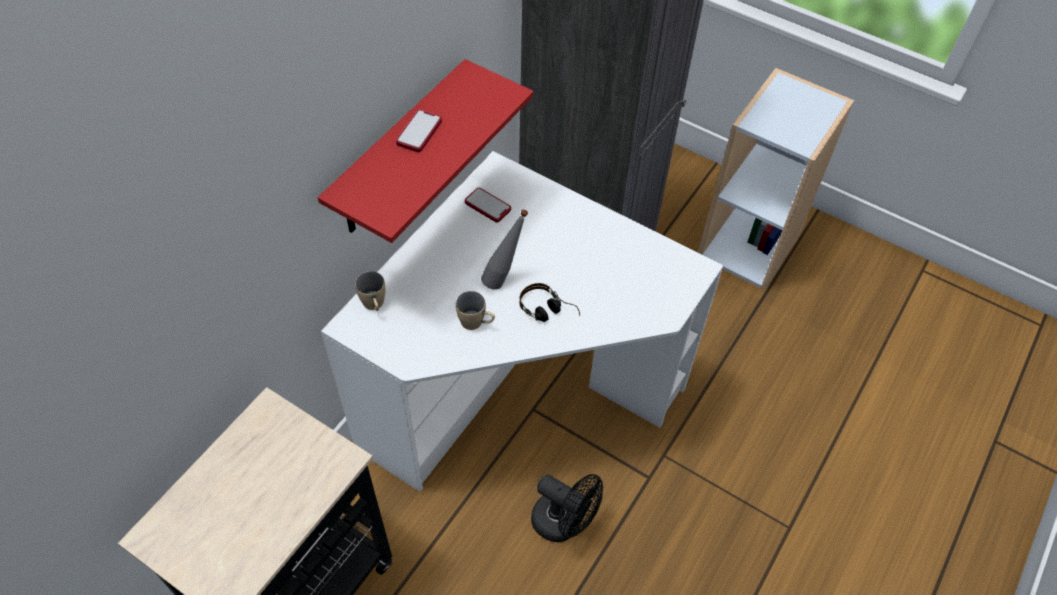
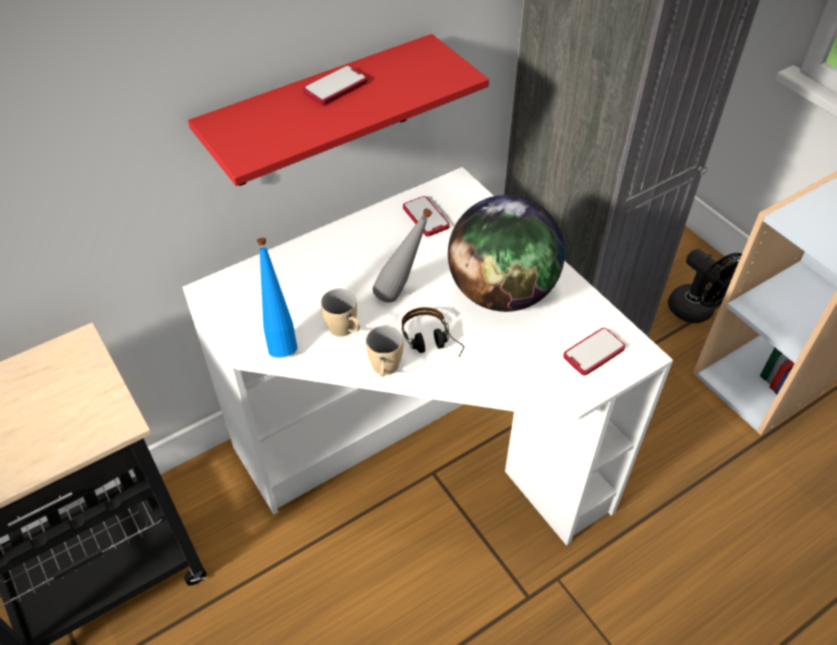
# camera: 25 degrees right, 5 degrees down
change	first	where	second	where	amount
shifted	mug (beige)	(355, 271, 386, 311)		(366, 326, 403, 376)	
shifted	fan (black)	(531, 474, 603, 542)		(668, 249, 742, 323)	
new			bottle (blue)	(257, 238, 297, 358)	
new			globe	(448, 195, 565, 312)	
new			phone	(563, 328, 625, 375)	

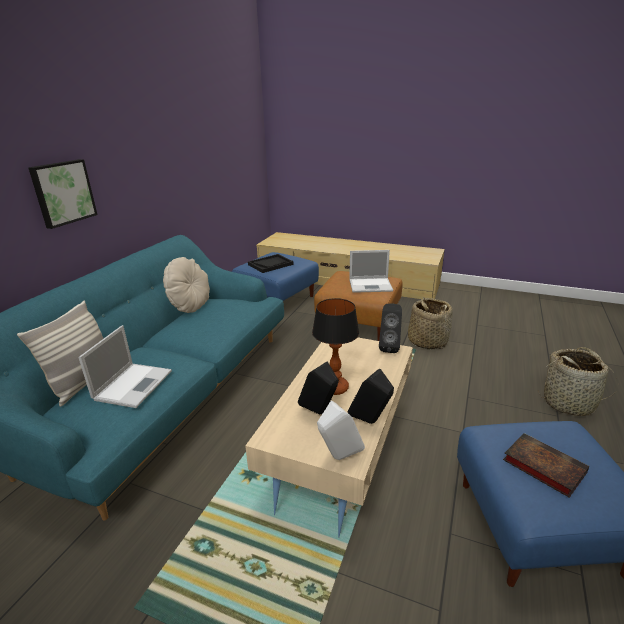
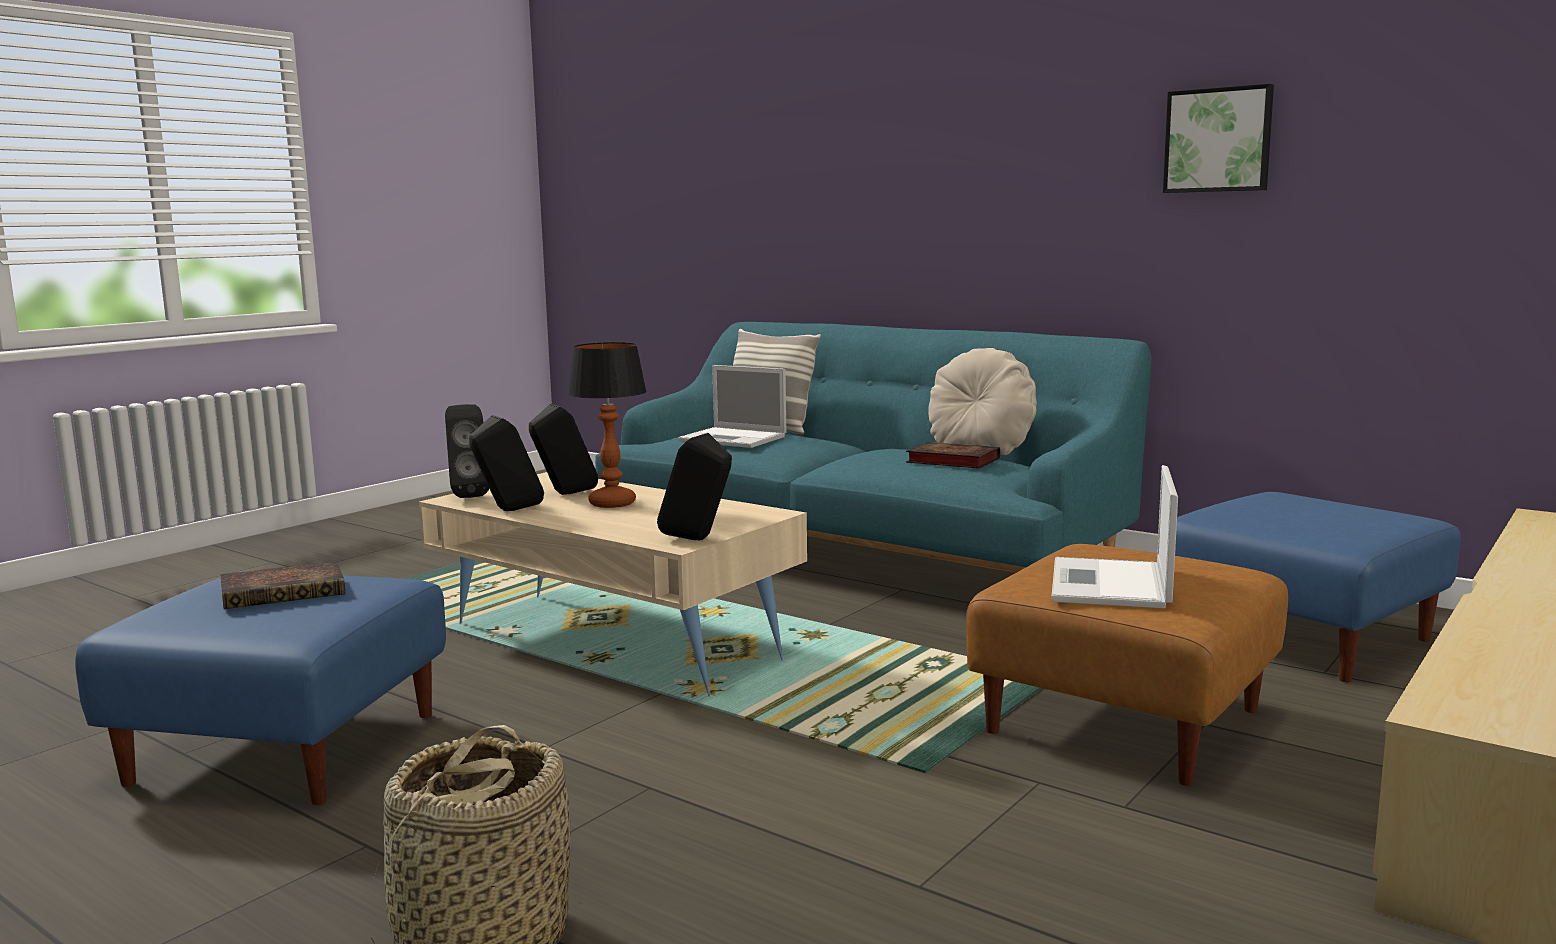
# camera: 105 degrees right, 15 degrees down
change	first	where	second	where	amount
shifted	picture	(28, 159, 98, 229)		(1163, 84, 1274, 193)	
gone	tray (black)	(248, 254, 294, 273)			
repainted	speaker (white)	(317, 400, 365, 460)	speaker (black)	(445, 404, 489, 498)	
gone	basket	(408, 297, 453, 350)			
new			book	(906, 442, 1000, 469)	

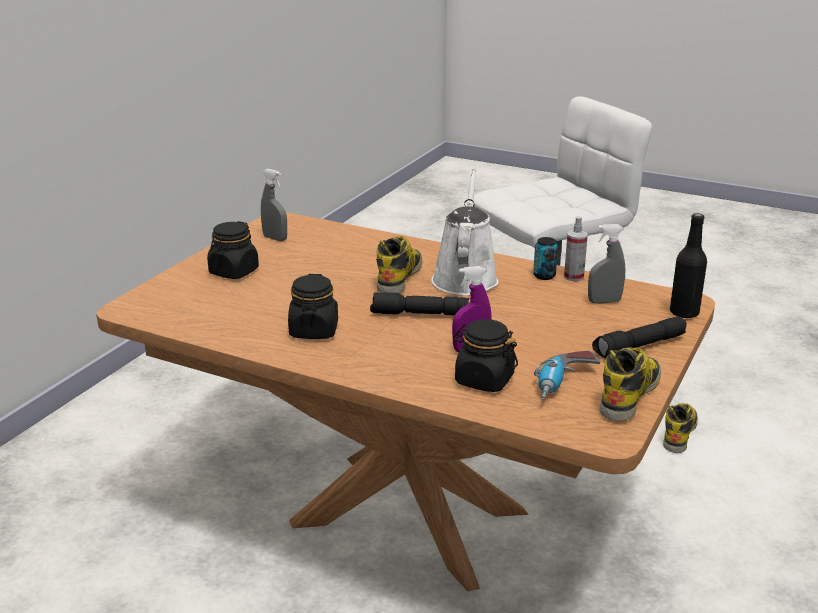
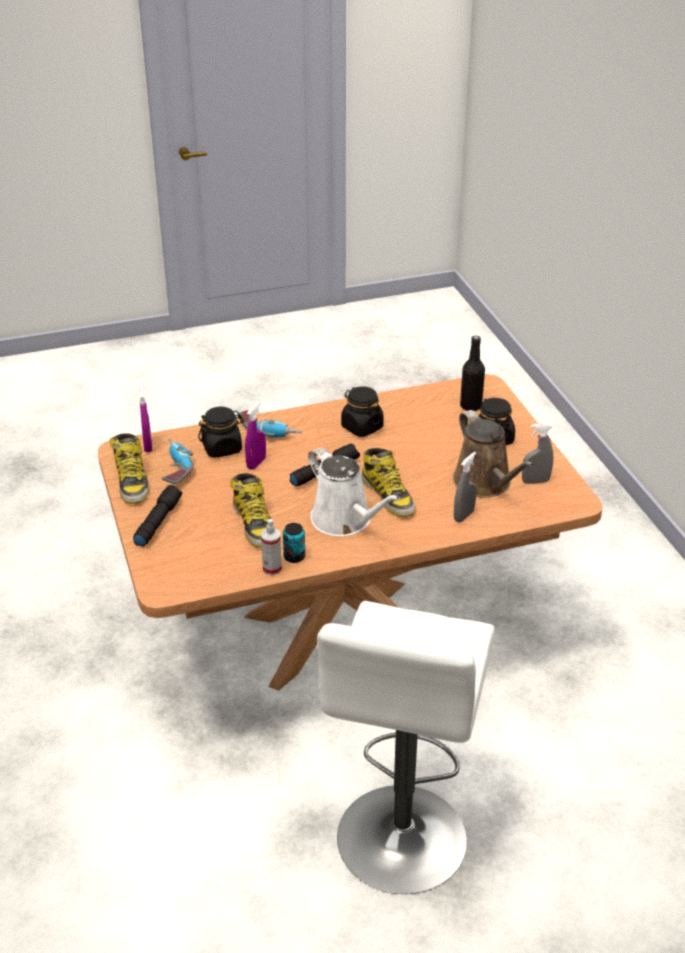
# camera: 135 degrees right, 10 degrees up
change	first	where	second	where	amount
shifted	spray bottle (grey)	(588, 224, 626, 303)		(454, 452, 477, 522)	
shifted	boot	(663, 404, 698, 453)		(230, 473, 275, 548)	
shifted	bottle (black)	(670, 213, 707, 318)		(460, 336, 485, 411)	
new			spray bottle (purple)	(139, 384, 152, 452)	
new			power drill	(238, 410, 302, 438)	
new			watering can (brown)	(453, 410, 533, 498)	

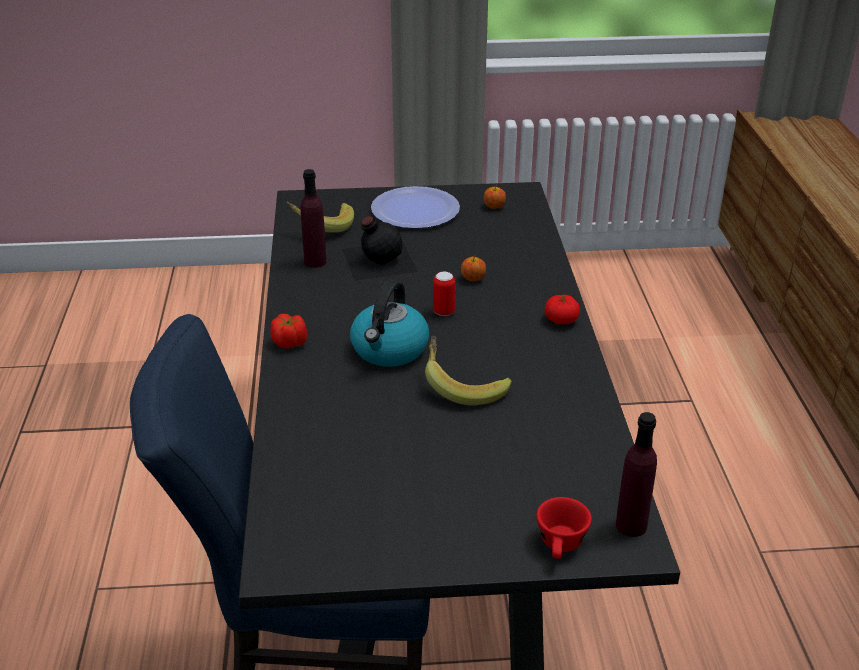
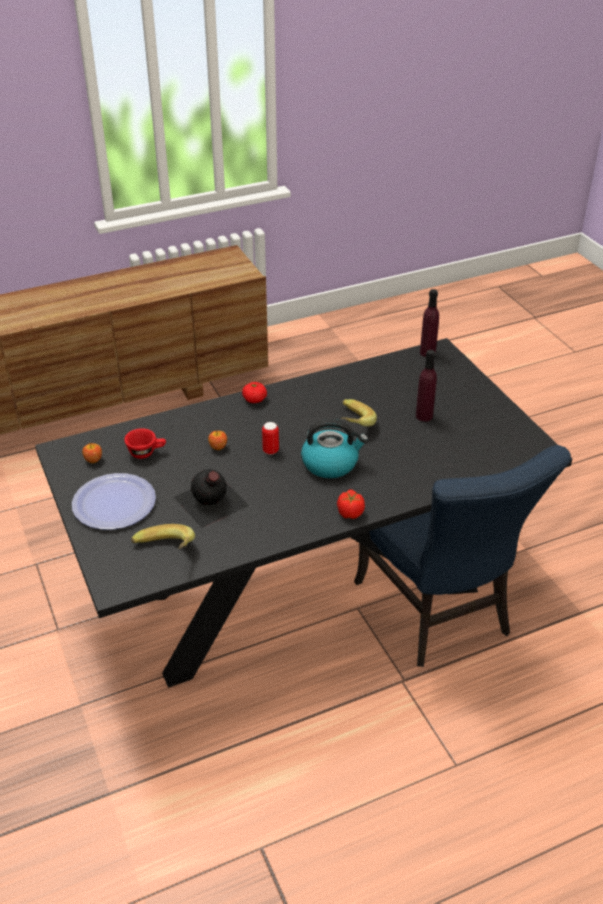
# camera: 110 degrees left, 5 degrees up
change	first	where	second	where	amount
shifted	bottle (purple)	(300, 169, 327, 268)		(416, 350, 437, 422)	
shifted	cup (red)	(536, 497, 592, 559)		(124, 428, 166, 459)	

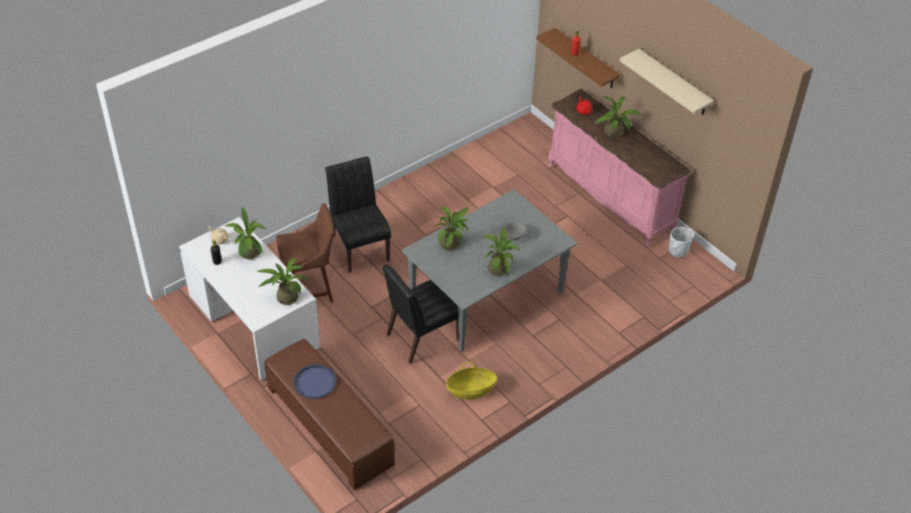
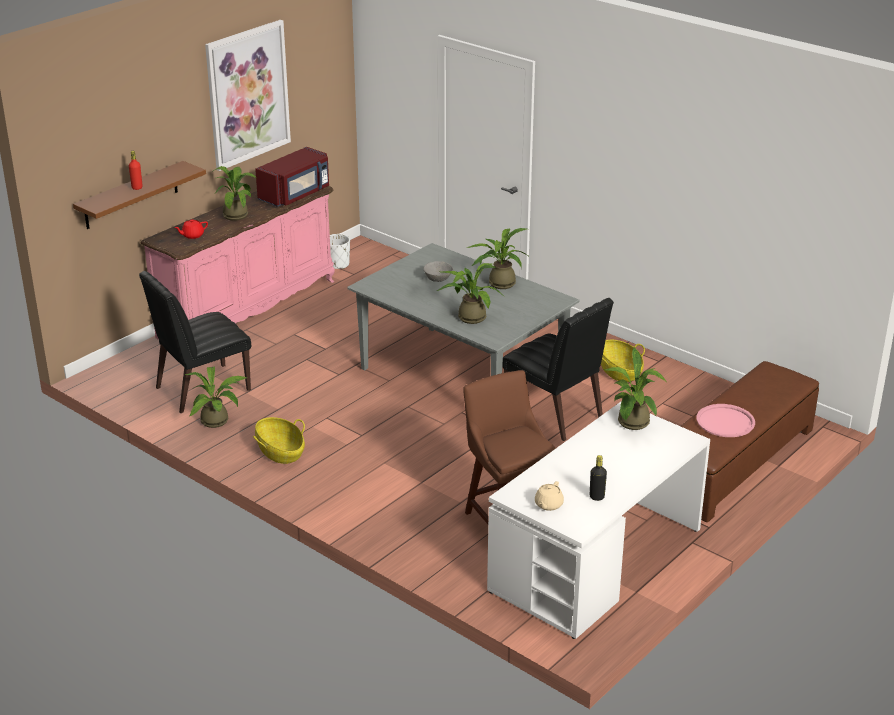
# camera: 100 degrees left, 15 degrees down
change	first	where	second	where	amount
shifted	potted plant	(224, 207, 266, 259)		(185, 367, 247, 428)	
repainted	tray (blue)	(293, 364, 337, 399)	tray (pink)	(696, 404, 755, 437)	
shifted	chair (black)	(325, 157, 391, 273)		(139, 271, 251, 413)	
swapped	shelf (beige)	(620, 49, 714, 115)	picture	(205, 20, 291, 171)	
new			basket	(253, 417, 305, 464)	
new			microwave (red)	(255, 147, 329, 207)	

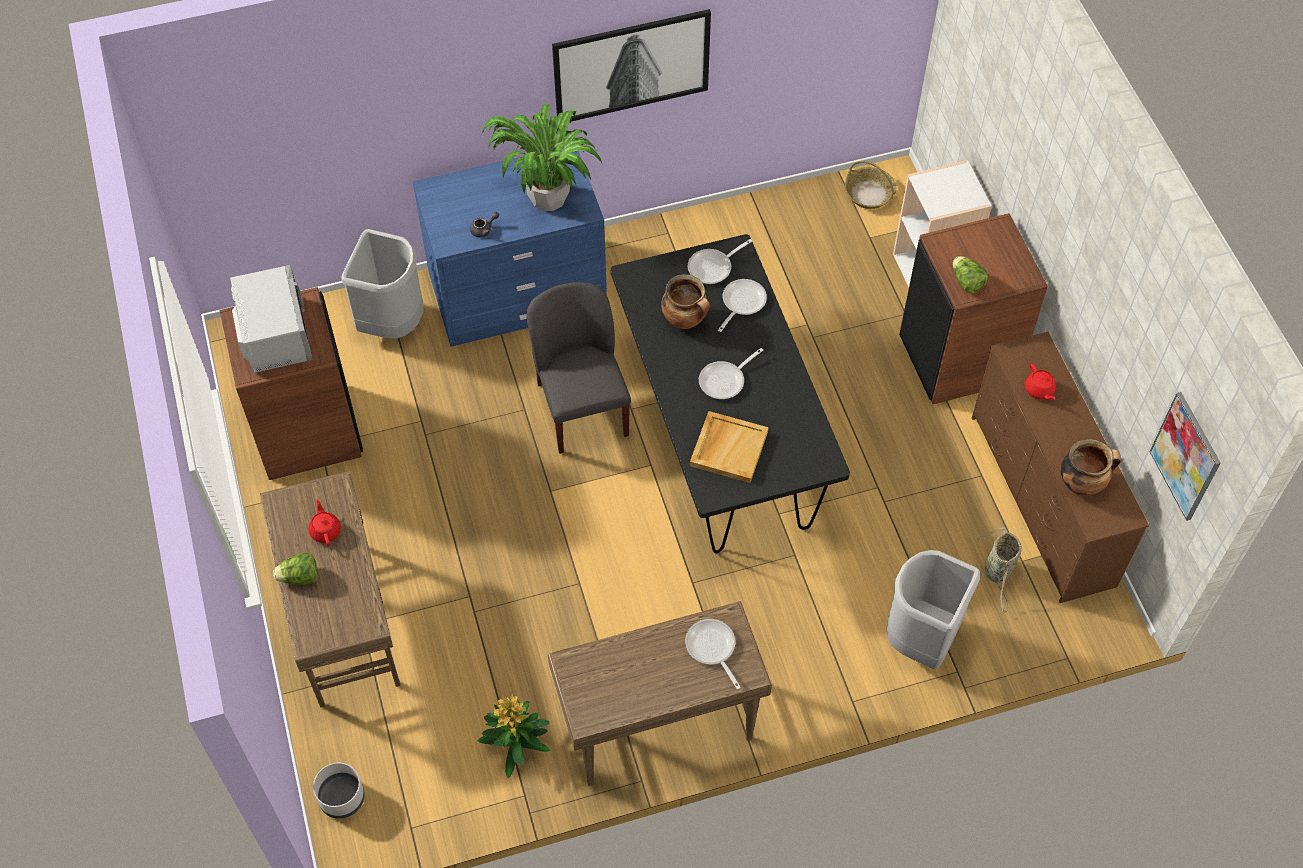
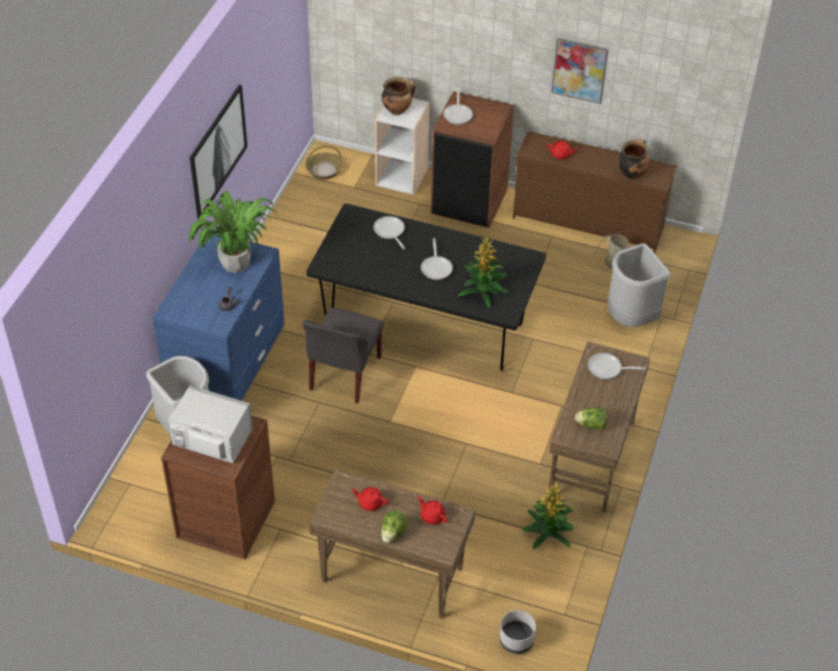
# camera: 55 degrees left, 10 degrees down
change	first	where	second	where	amount
rotated	chair (grey)	(527, 282, 631, 454)		(302, 308, 383, 404)	90 degrees counterclockwise
shifted	cooking pot	(661, 274, 710, 329)		(382, 77, 416, 115)	
shifted	frying pan	(688, 239, 752, 284)		(443, 89, 473, 125)	
swapped	tray (beige)	(690, 411, 769, 483)	potted plant	(458, 236, 508, 308)	
shifted	lettuce	(953, 256, 988, 293)		(575, 407, 607, 430)	
shifted	picture	(1150, 392, 1221, 521)		(551, 38, 609, 104)	
new			teapot (red)	(417, 496, 447, 525)	

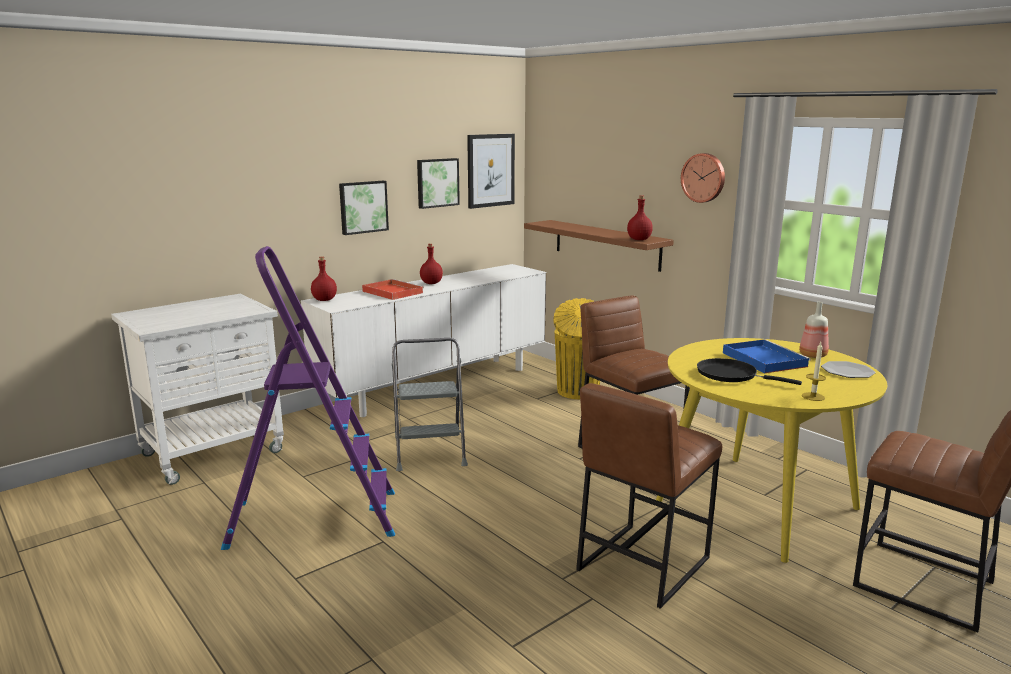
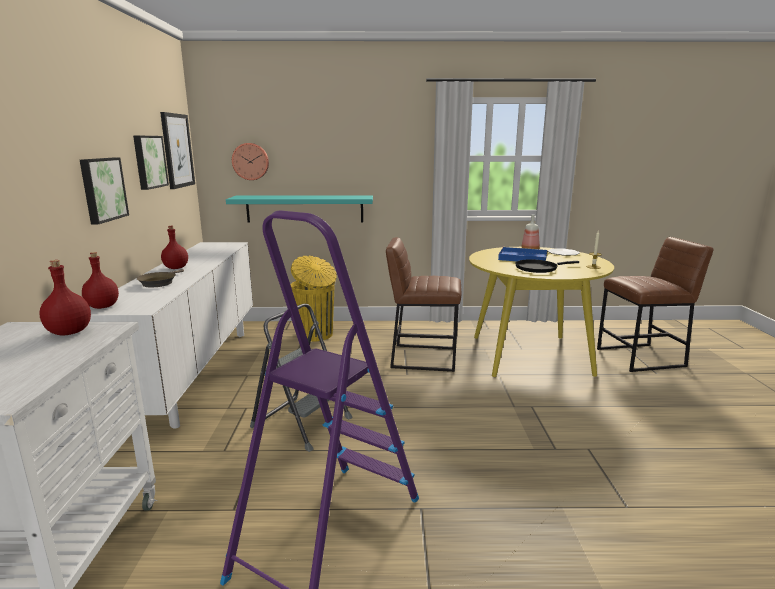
# camera: 50 degrees left, 0 degrees up
change	first	where	second	where	amount
swapped	tray (red)	(362, 279, 424, 300)	frying pan (brown)	(137, 269, 184, 287)	
repainted	shelf (brown)	(524, 220, 674, 272)	shelf (turquoise)	(226, 195, 373, 223)	
gone	chair (brown)	(576, 383, 722, 609)			
shifted	bottle (red)	(627, 195, 653, 240)		(39, 260, 91, 336)	
shifted	wall clock	(681, 153, 725, 203)		(232, 143, 269, 180)	

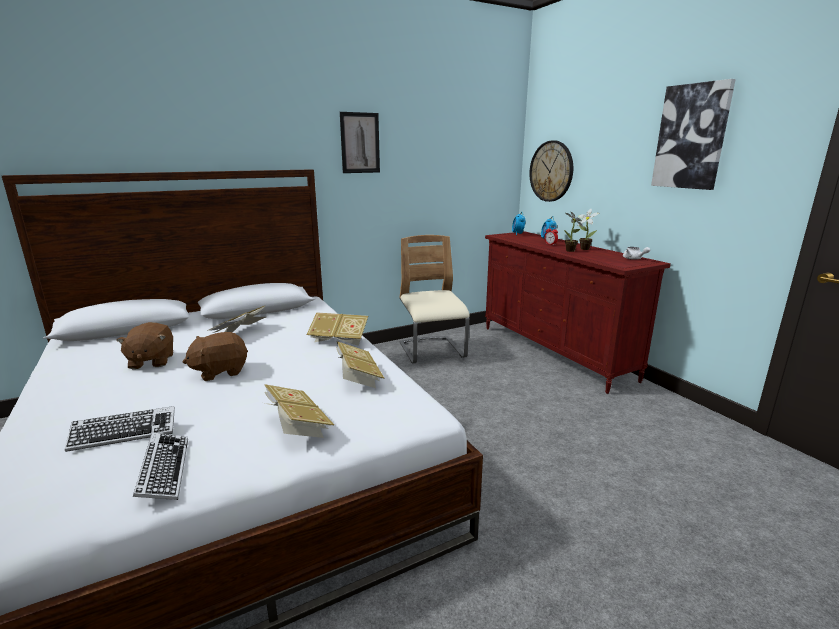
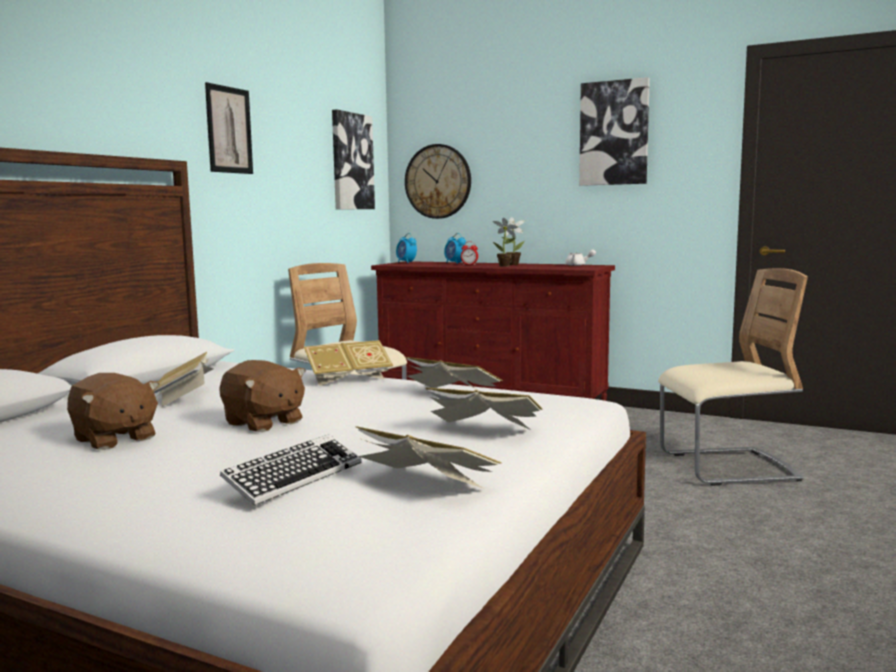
# camera: 35 degrees left, 10 degrees down
change	first	where	second	where	amount
swapped	keyboard	(133, 432, 188, 500)	book	(356, 426, 502, 488)	
rotated	plush toy (brown)	(183, 332, 248, 381)		(219, 360, 306, 432)	75 degrees counterclockwise
new			picture	(332, 109, 375, 209)	
new			chair (beige)	(658, 268, 808, 486)	

